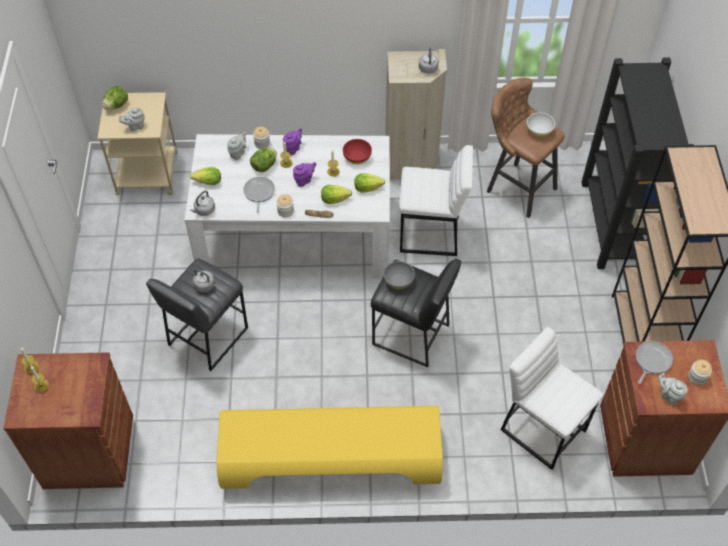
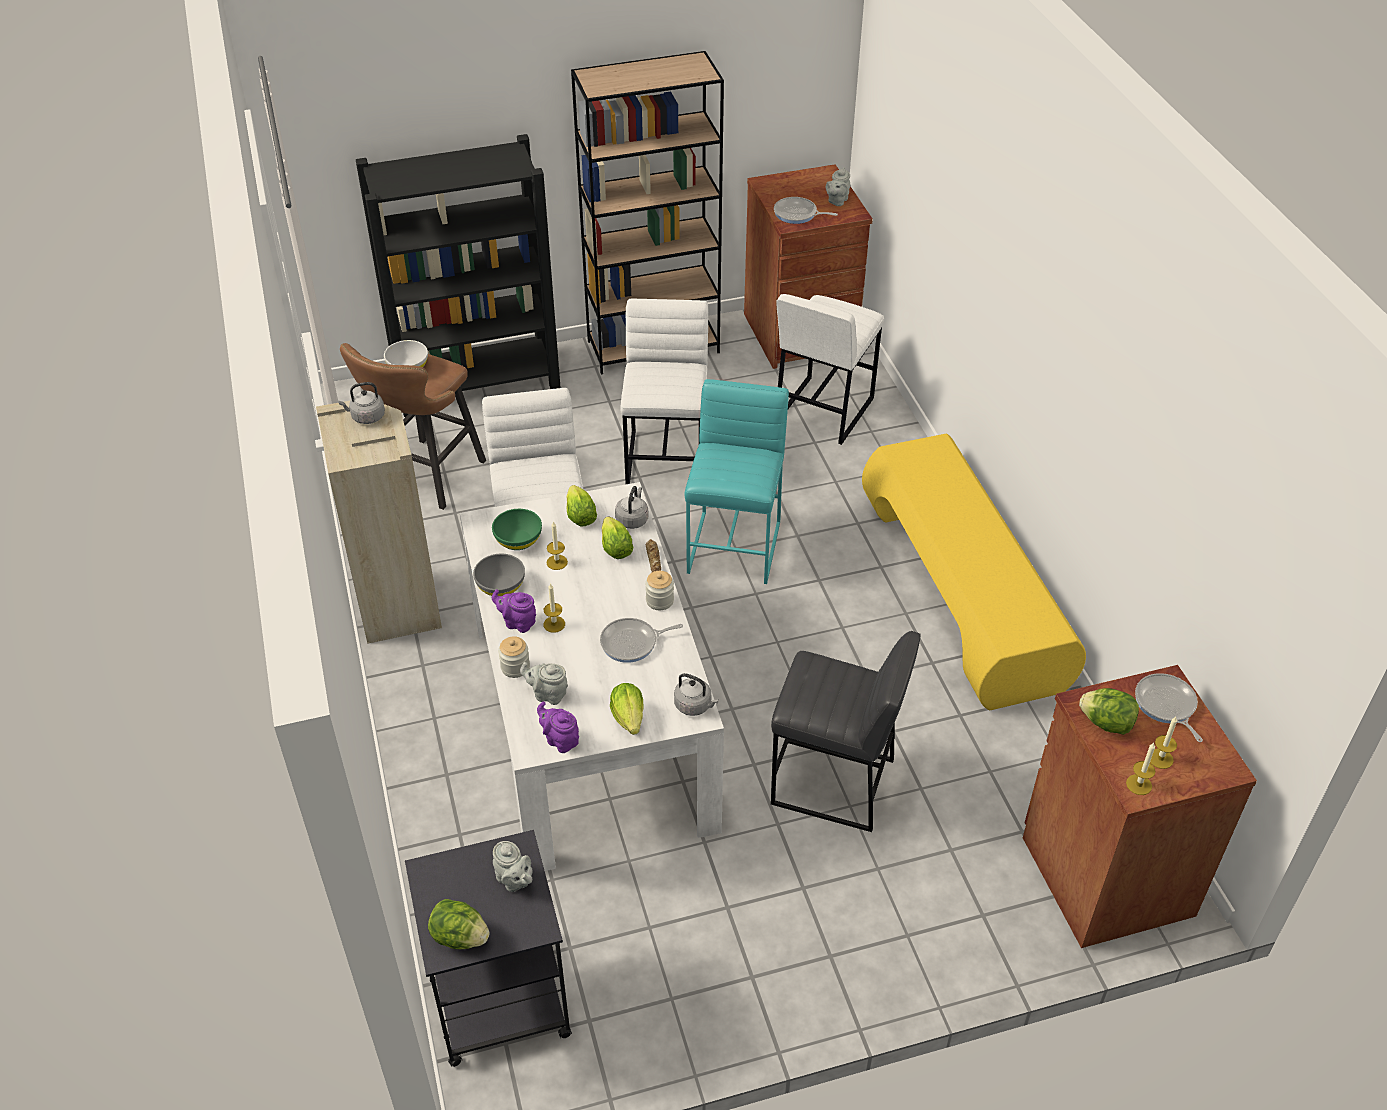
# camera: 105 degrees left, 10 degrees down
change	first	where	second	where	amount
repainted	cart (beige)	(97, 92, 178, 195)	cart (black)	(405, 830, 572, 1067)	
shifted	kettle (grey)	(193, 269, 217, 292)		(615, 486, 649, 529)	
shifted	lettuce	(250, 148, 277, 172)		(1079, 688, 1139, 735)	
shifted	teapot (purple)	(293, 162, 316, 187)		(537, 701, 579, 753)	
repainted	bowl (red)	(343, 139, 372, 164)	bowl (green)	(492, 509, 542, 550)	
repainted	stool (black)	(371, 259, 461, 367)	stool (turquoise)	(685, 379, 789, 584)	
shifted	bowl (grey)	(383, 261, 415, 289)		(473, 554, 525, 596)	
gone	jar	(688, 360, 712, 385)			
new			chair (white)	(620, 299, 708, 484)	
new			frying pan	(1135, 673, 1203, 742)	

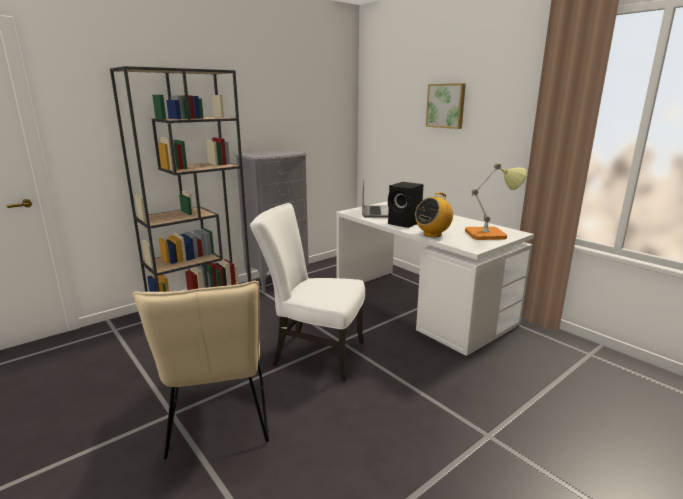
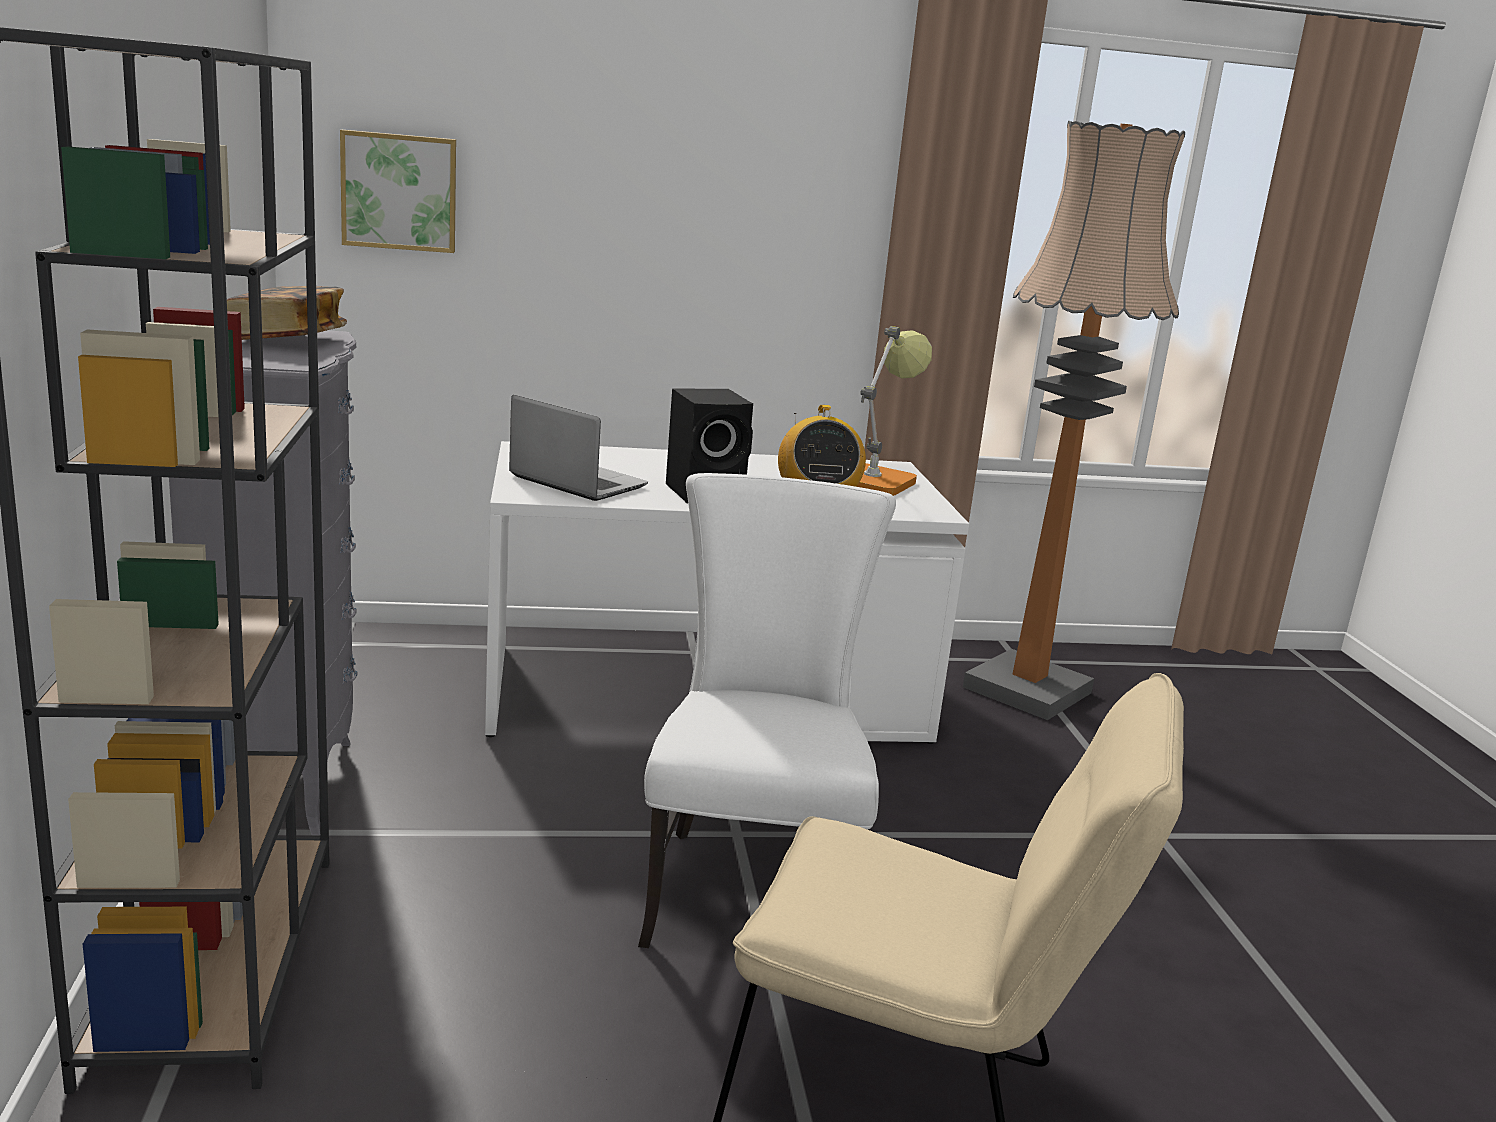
# camera: 60 degrees left, 0 degrees up
change	first	where	second	where	amount
rotated	chair (white)	(250, 203, 365, 382)		(638, 473, 896, 948)	135 degrees clockwise
shifted	picture	(426, 83, 466, 129)		(340, 130, 456, 253)	
new			book	(227, 286, 347, 340)	
new			floor lamp	(963, 121, 1185, 720)	

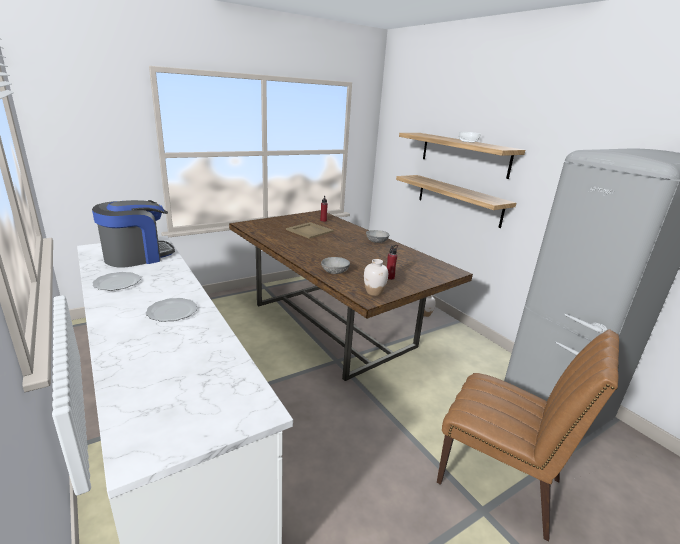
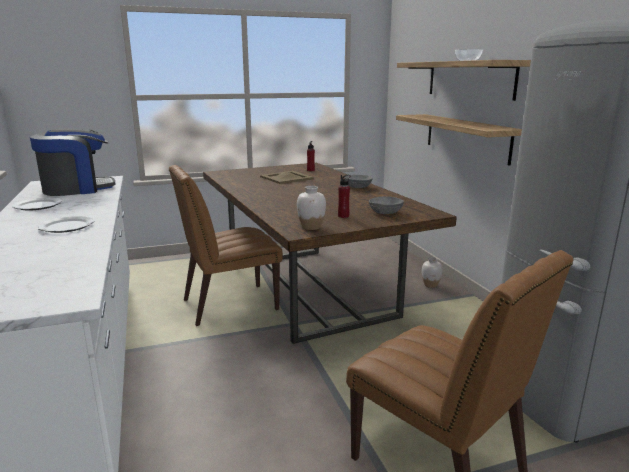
# camera: 15 degrees right, 5 degrees down
change	first	where	second	where	amount
shifted	bowl (grey)	(321, 257, 350, 274)		(369, 197, 404, 214)	
new			chair (brown)	(169, 165, 283, 326)	

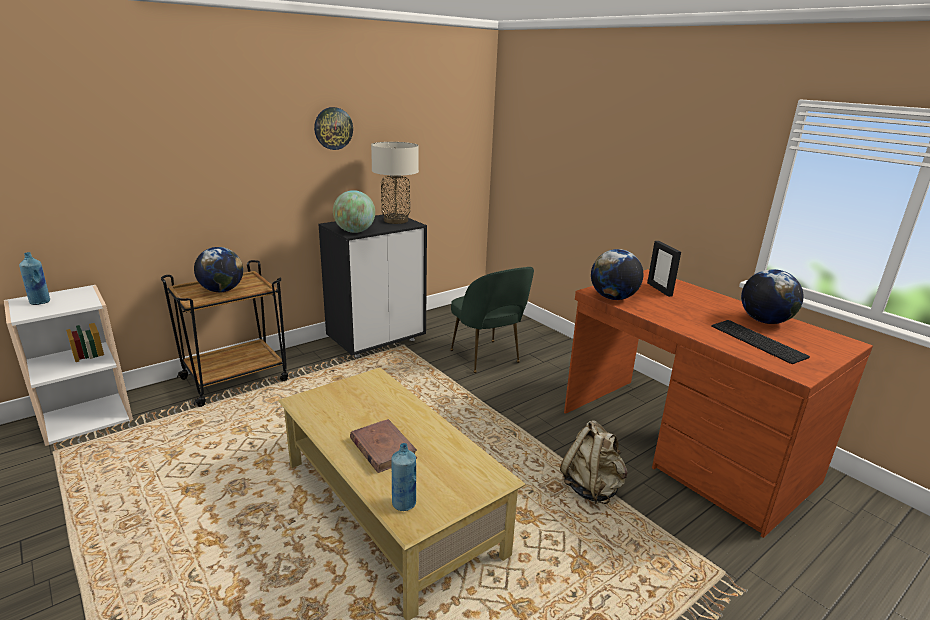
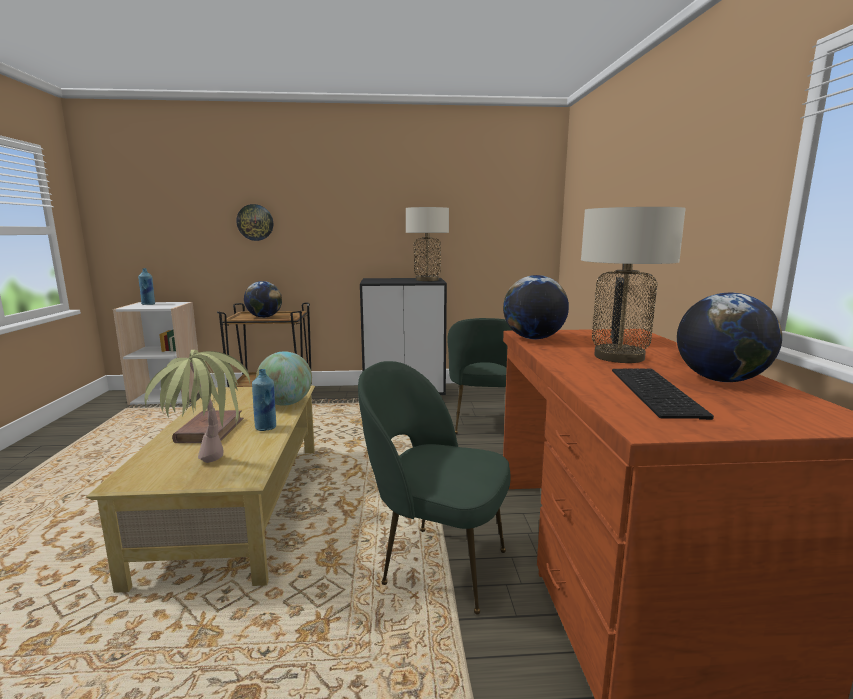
# camera: 35 degrees right, 10 degrees down
change	first	where	second	where	amount
shifted	wall clock	(314, 107, 353, 150)		(236, 204, 273, 241)	
shifted	globe	(333, 190, 375, 233)		(256, 351, 312, 406)	
shifted	bottle (blue)	(391, 443, 416, 511)		(252, 369, 276, 431)	
swapped	backpack (beige)	(560, 420, 628, 504)	chair (green)	(358, 361, 511, 614)	
new			potted plant	(144, 350, 250, 463)	
new			table lamp	(581, 207, 686, 363)	

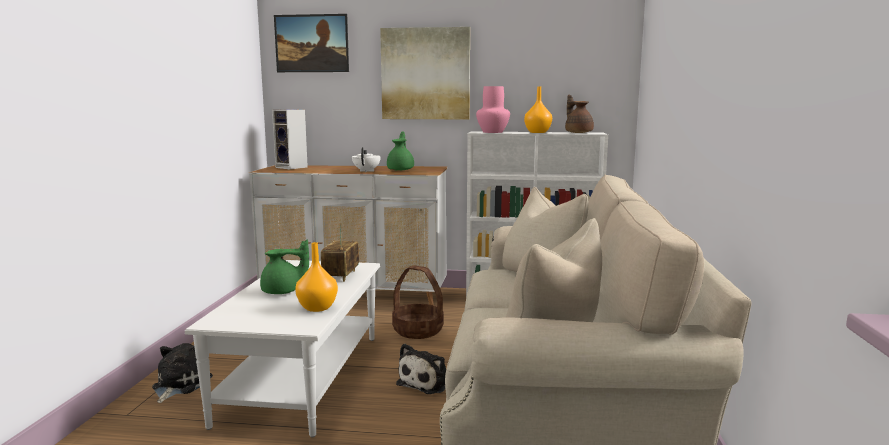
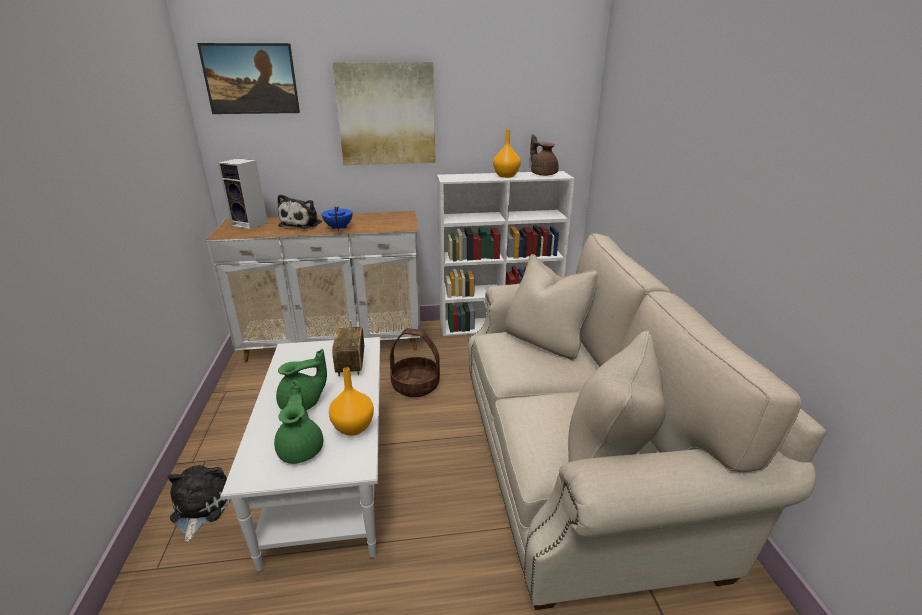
# camera: 15 degrees left, 15 degrees up
change	first	where	second	where	amount
repainted	teapot (white)	(352, 147, 381, 172)	teapot (blue)	(322, 206, 352, 230)	
shifted	teapot (green)	(387, 131, 414, 171)		(274, 380, 323, 464)	
shifted	plush toy	(396, 344, 446, 394)		(277, 194, 322, 229)	
gone	vase (pink)	(476, 86, 510, 133)			

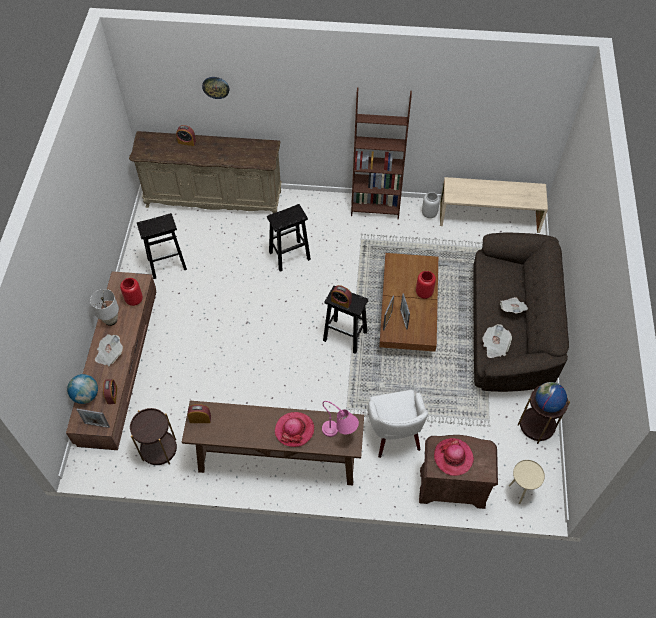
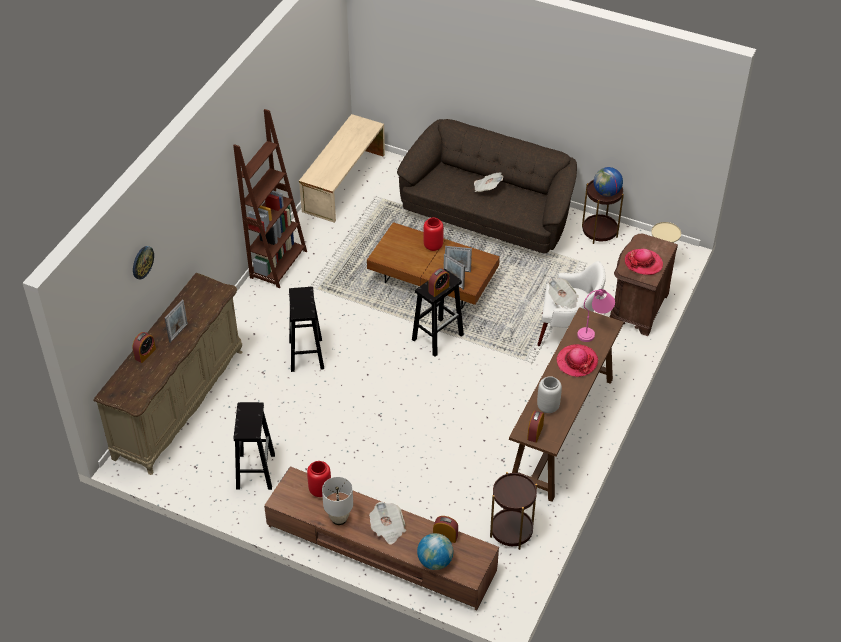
# camera: 70 degrees left, 10 degrees down
change	first	where	second	where	amount
shifted	picture frame	(77, 409, 110, 428)		(165, 299, 188, 343)	
shifted	vase (grey)	(422, 192, 440, 218)		(537, 376, 562, 413)	
shifted	newspaper	(482, 324, 512, 358)		(548, 278, 579, 309)	

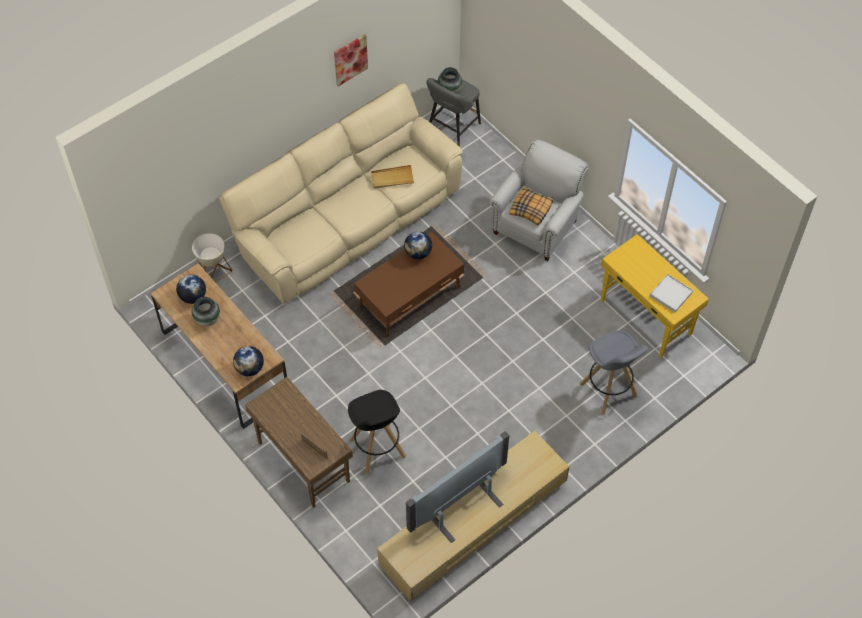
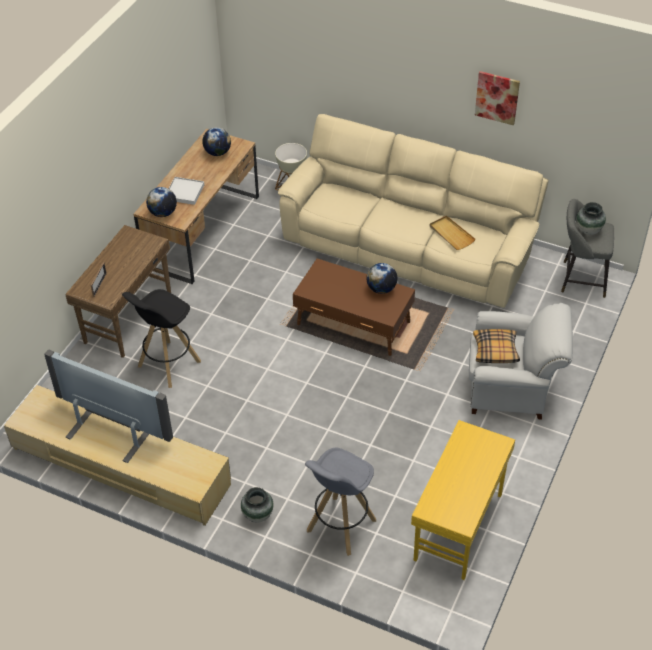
# camera: 65 degrees right, 10 degrees down
change	first	where	second	where	amount
shifted	vase	(192, 297, 220, 326)		(241, 487, 273, 523)	
shifted	tray (white)	(650, 274, 693, 312)		(169, 177, 204, 205)	

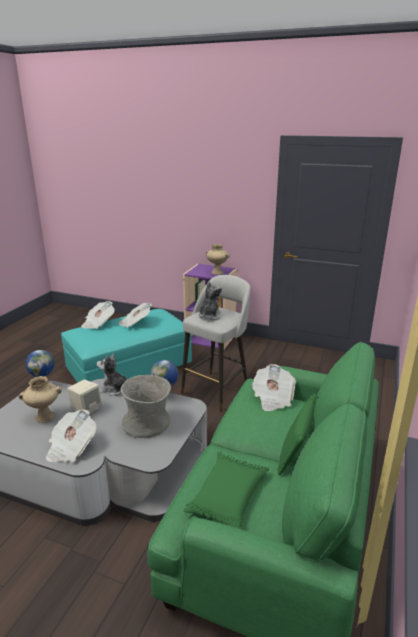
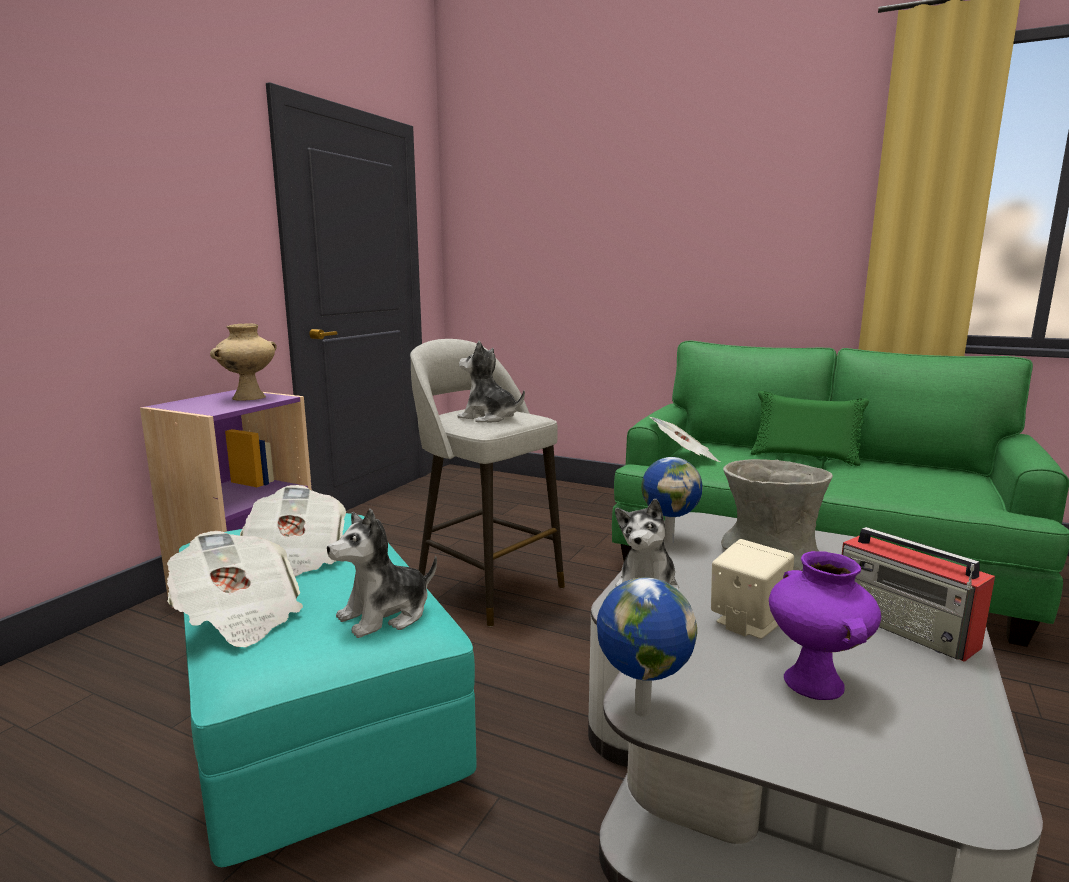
# camera: 85 degrees left, 10 degrees down
change	first	where	second	where	amount
repainted	vase (beige)	(19, 376, 62, 423)	vase (purple)	(769, 551, 881, 700)	
swapped	newspaper	(46, 409, 96, 462)	radio	(842, 527, 995, 662)	
gone	pillow (green)	(184, 452, 269, 529)			
new			plush toy	(327, 509, 437, 638)	

